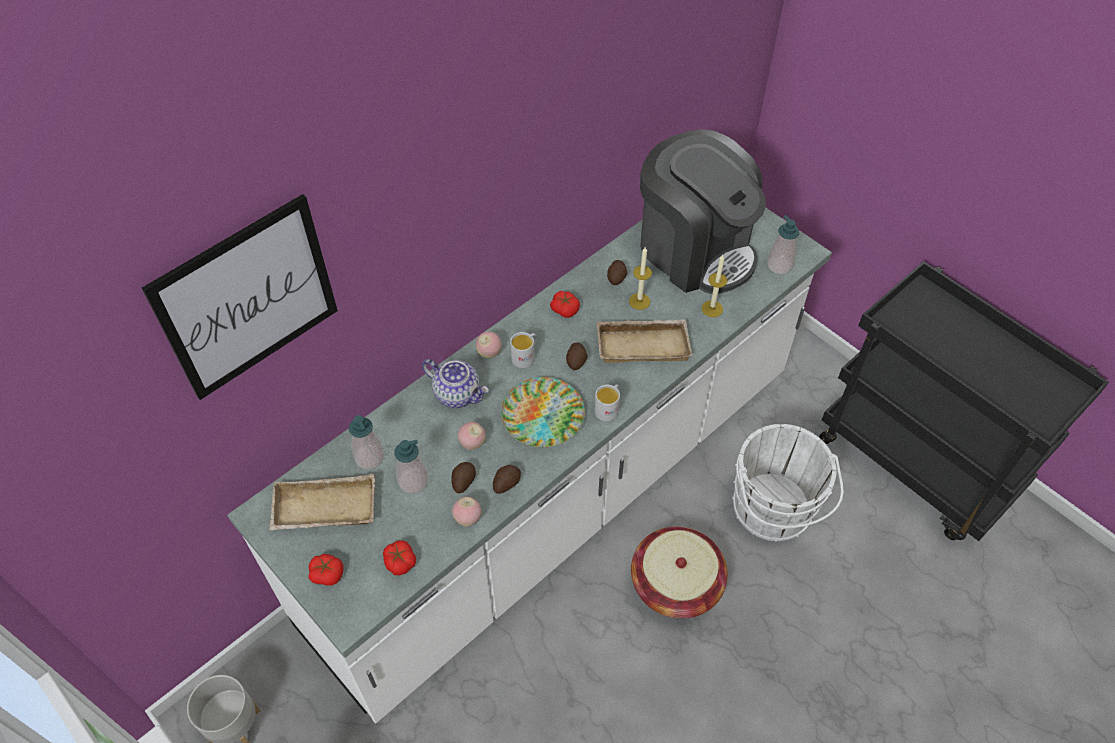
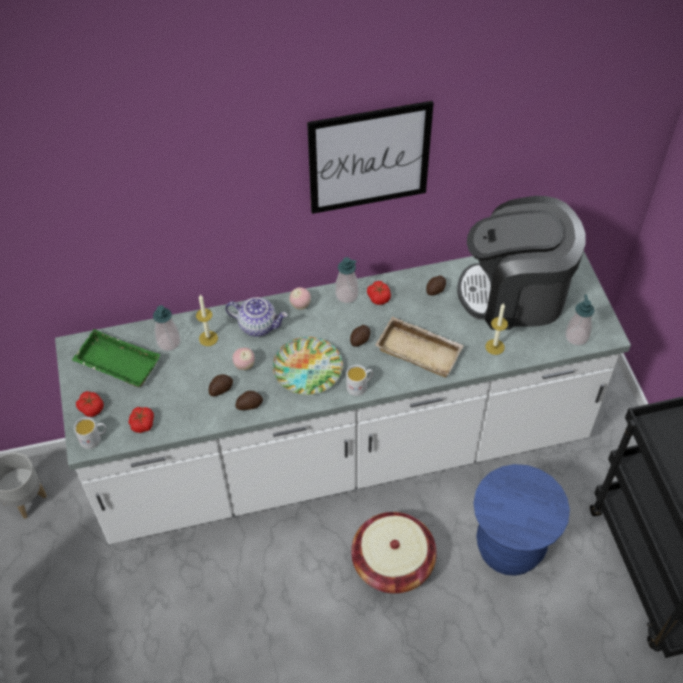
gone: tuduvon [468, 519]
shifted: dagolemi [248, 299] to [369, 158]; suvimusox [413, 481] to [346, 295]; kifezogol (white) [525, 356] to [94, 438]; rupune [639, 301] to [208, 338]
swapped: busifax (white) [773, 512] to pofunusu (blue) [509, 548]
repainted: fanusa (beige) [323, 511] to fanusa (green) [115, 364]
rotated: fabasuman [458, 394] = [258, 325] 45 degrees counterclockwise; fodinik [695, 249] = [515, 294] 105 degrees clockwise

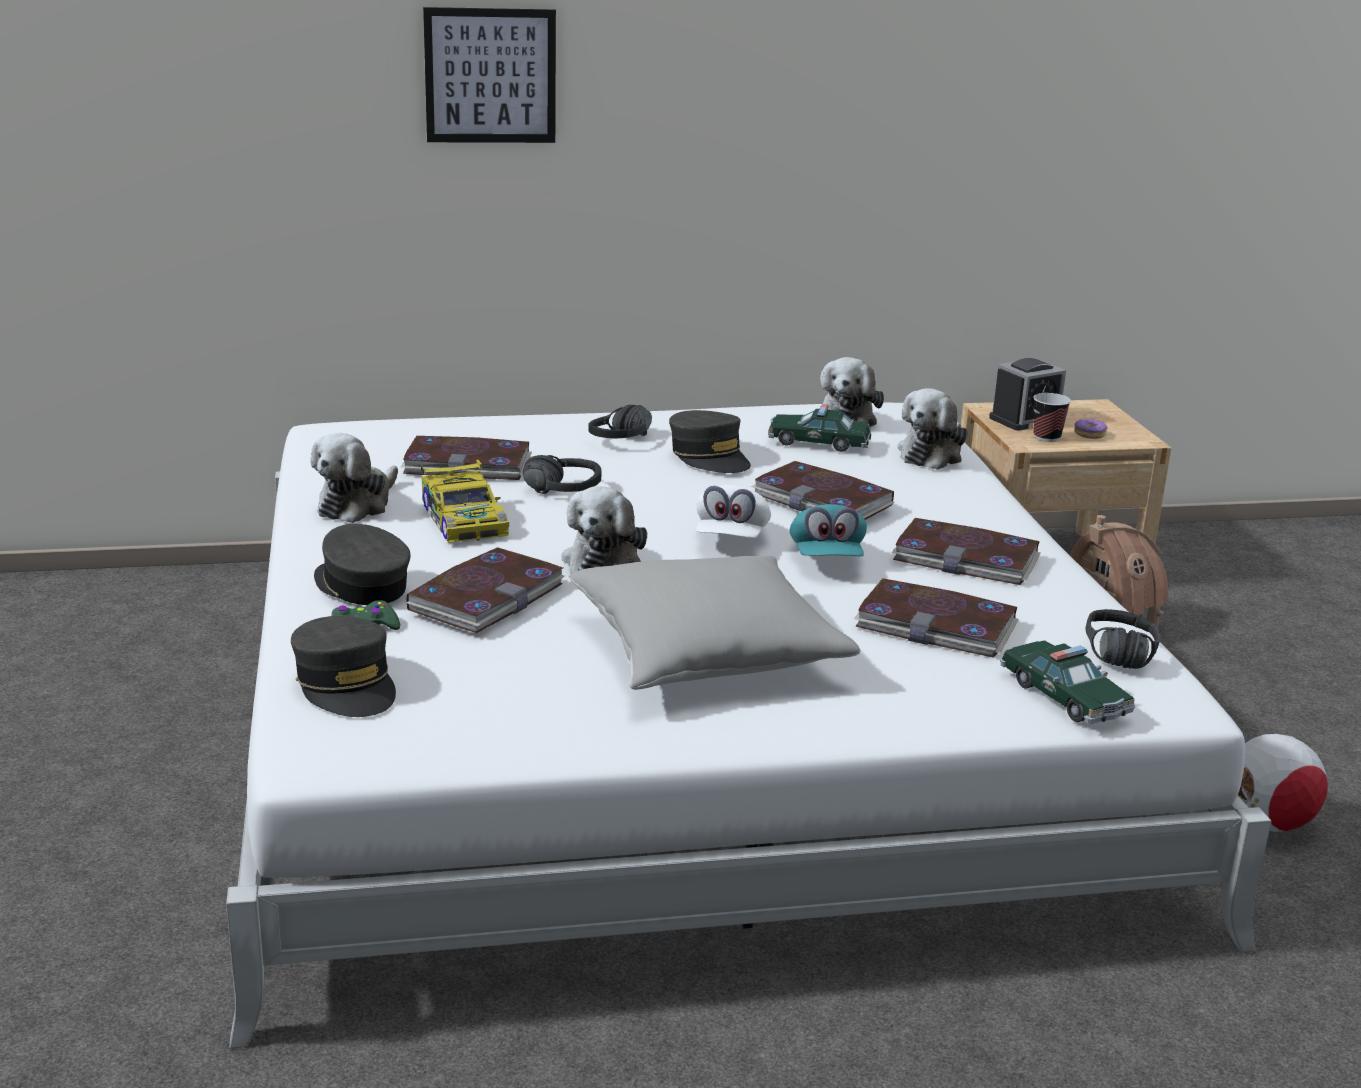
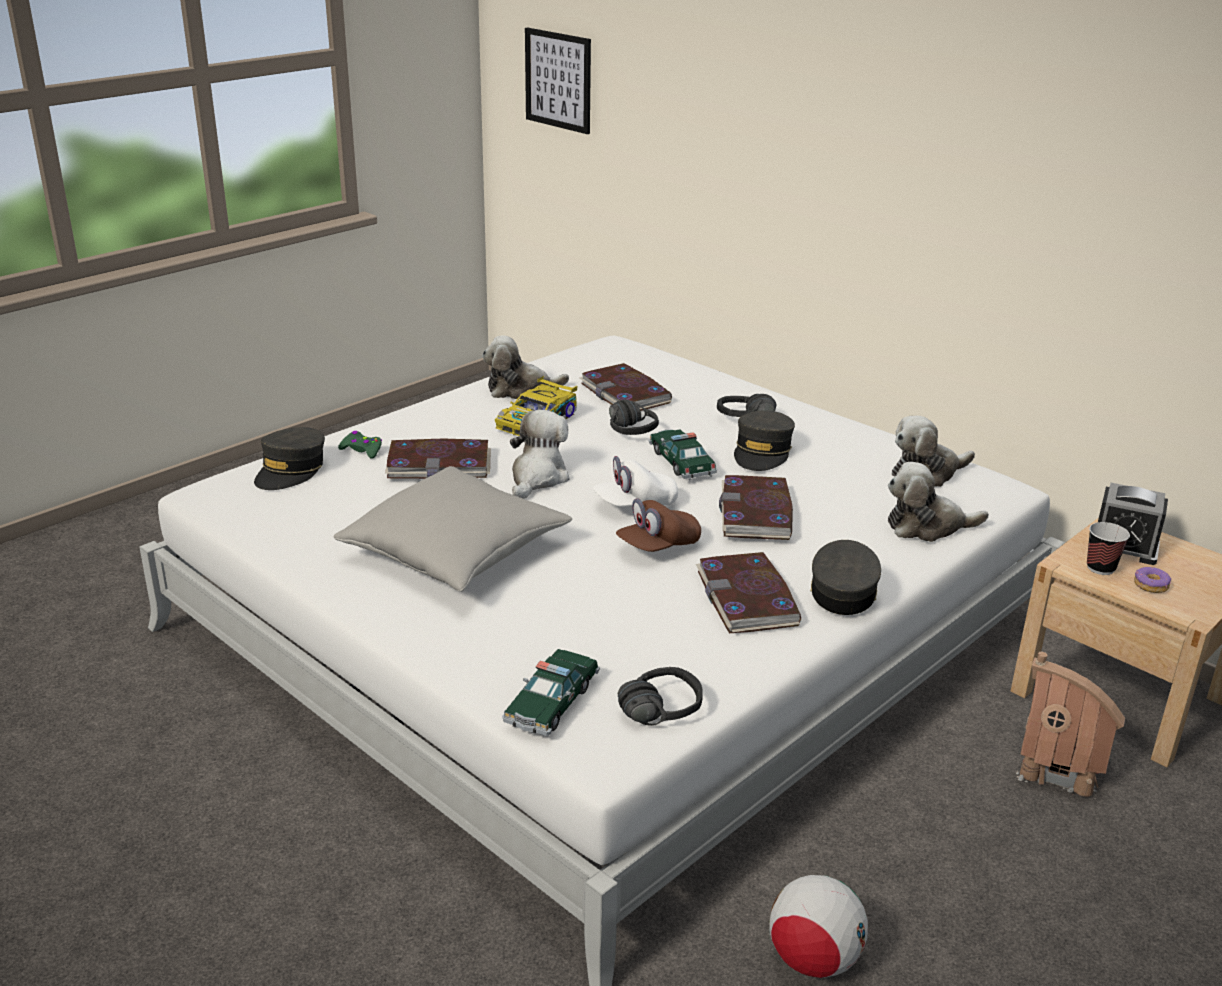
gone: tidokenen [936, 625]
shifted: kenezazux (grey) [361, 585] to [843, 591]; dagolemi [490, 76] to [558, 80]; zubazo [818, 442] to [681, 463]
repainted: kenezazux (turquoise) [826, 558] to kenezazux (brown) [658, 546]
rotated: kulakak [604, 561] = [537, 478] 135 degrees clockwise

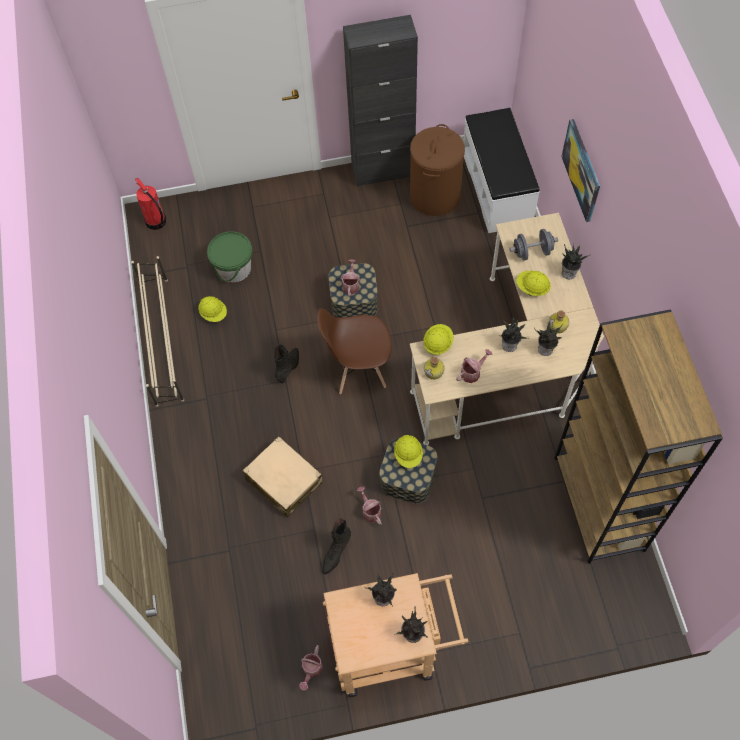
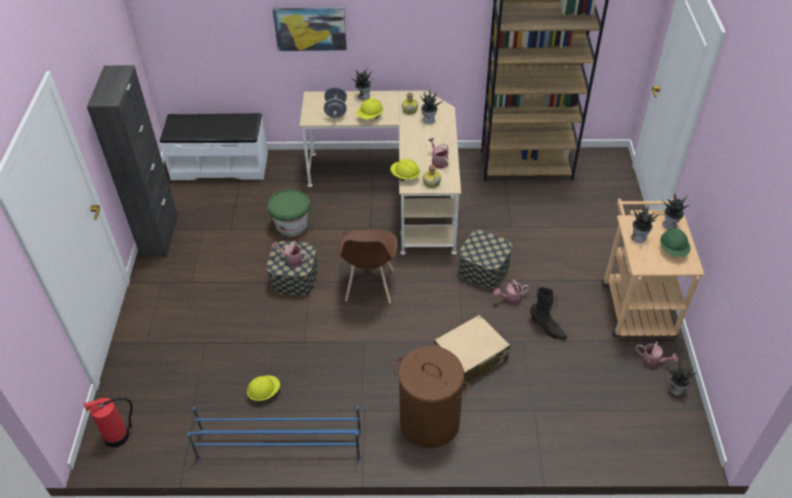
gone: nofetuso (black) [289, 368]; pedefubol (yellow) [408, 455]
new: pedefubol (green) [673, 250]
shifted: busifax (green) [234, 268] to [291, 225]; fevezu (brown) [434, 196] to [429, 422]; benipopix [510, 345] to [675, 389]
repainted: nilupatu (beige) [162, 340] to nilupatu (blue) [279, 445]

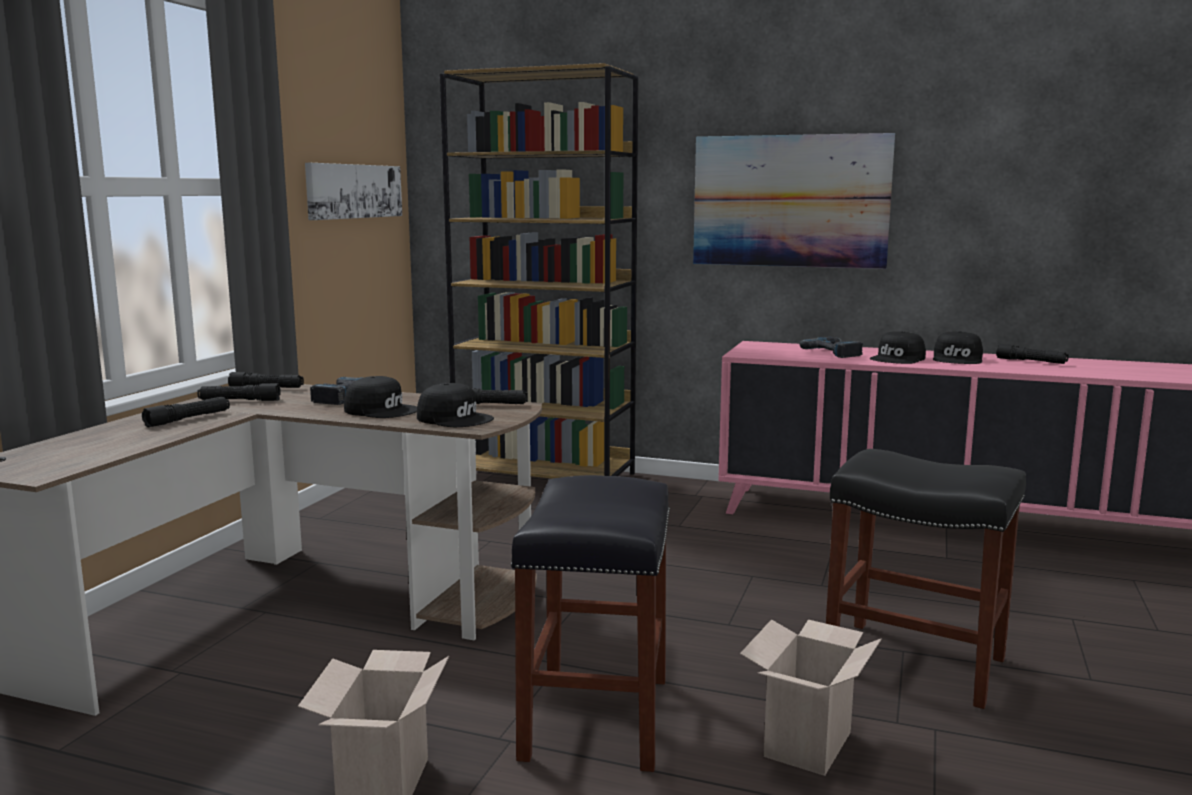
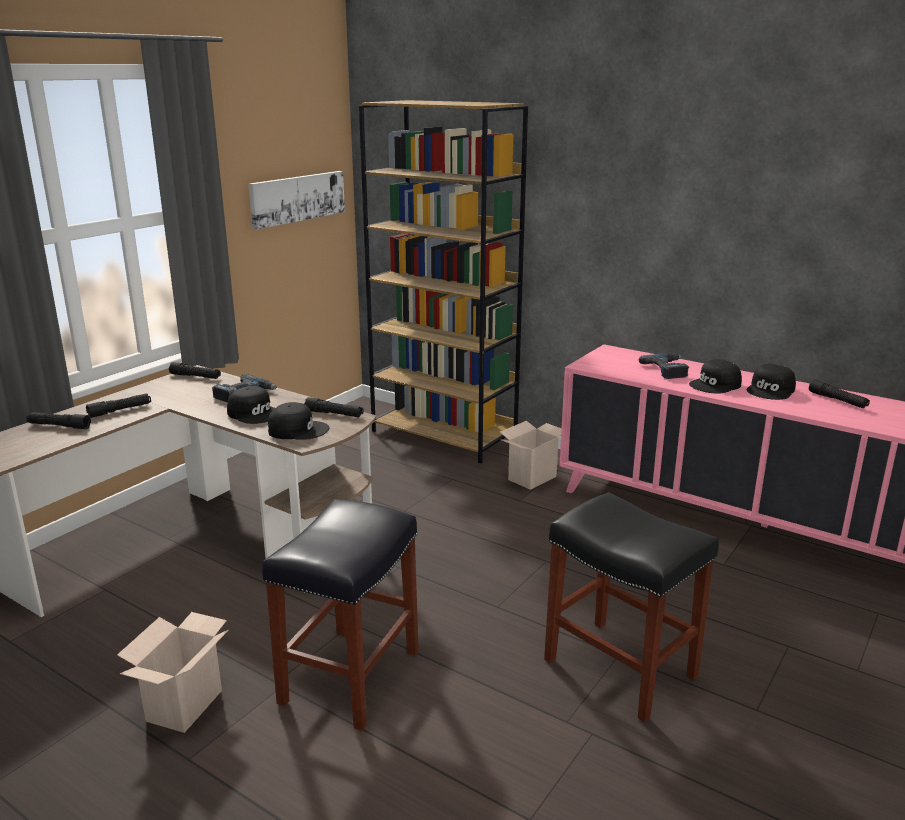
gone: dagolemi [790, 201]
shifted: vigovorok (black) [239, 401] to [59, 426]; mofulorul [806, 742] to [532, 477]
rotated: kenezazux (black) [455, 418] = [298, 430] 45 degrees counterclockwise

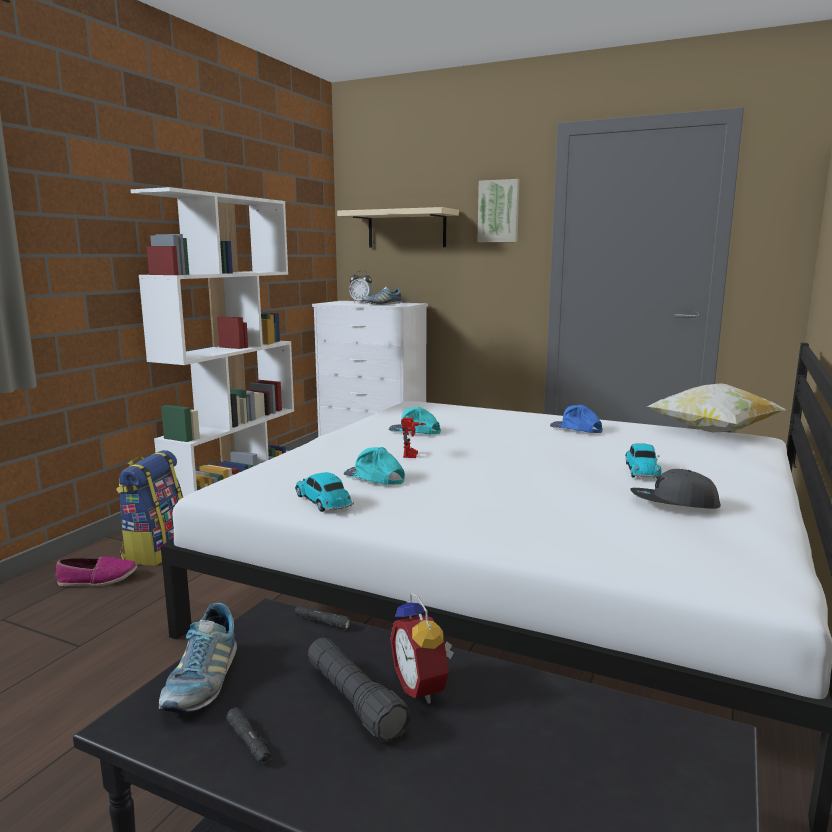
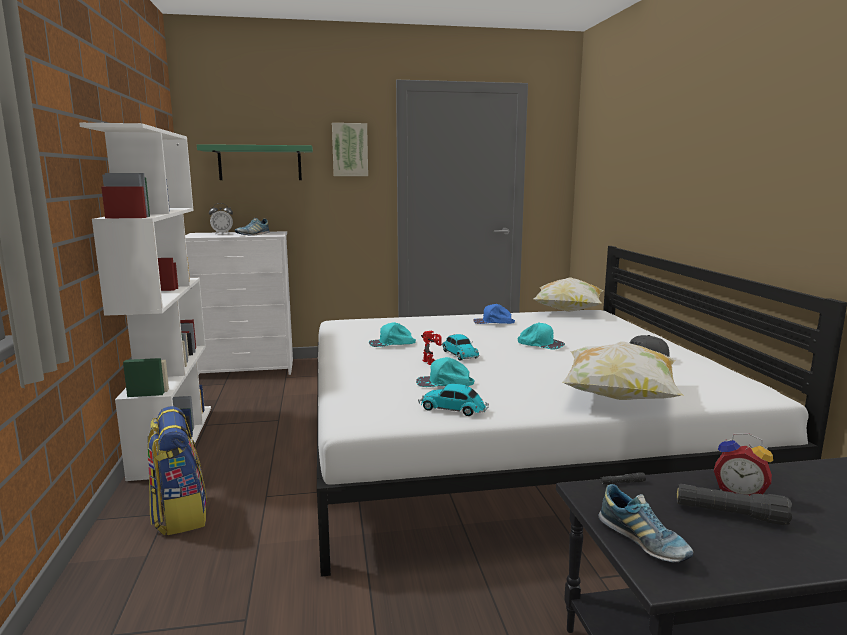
gone: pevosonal [97, 579]; vigovorok (black) [249, 742]
new: kenezazux (turquoise) [540, 343]; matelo [618, 397]
shifted: zubazo [641, 470] to [459, 354]
repainted: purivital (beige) [406, 229] to purivital (green) [260, 163]

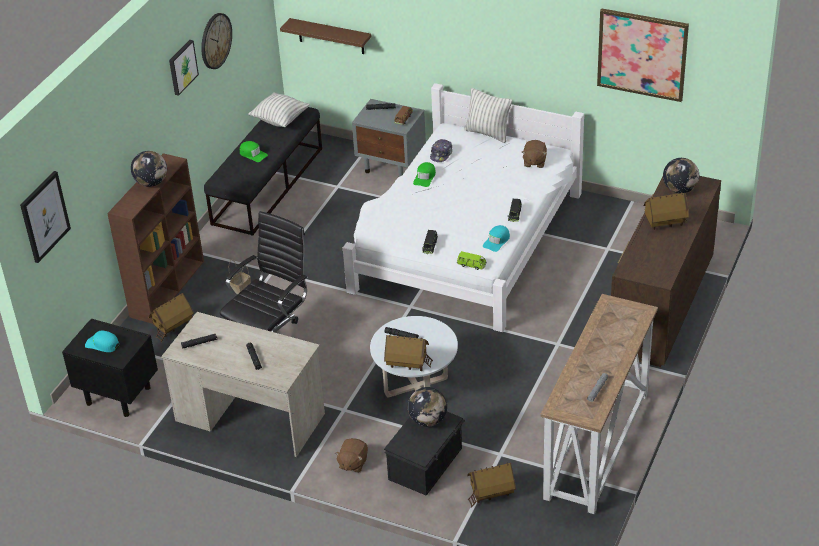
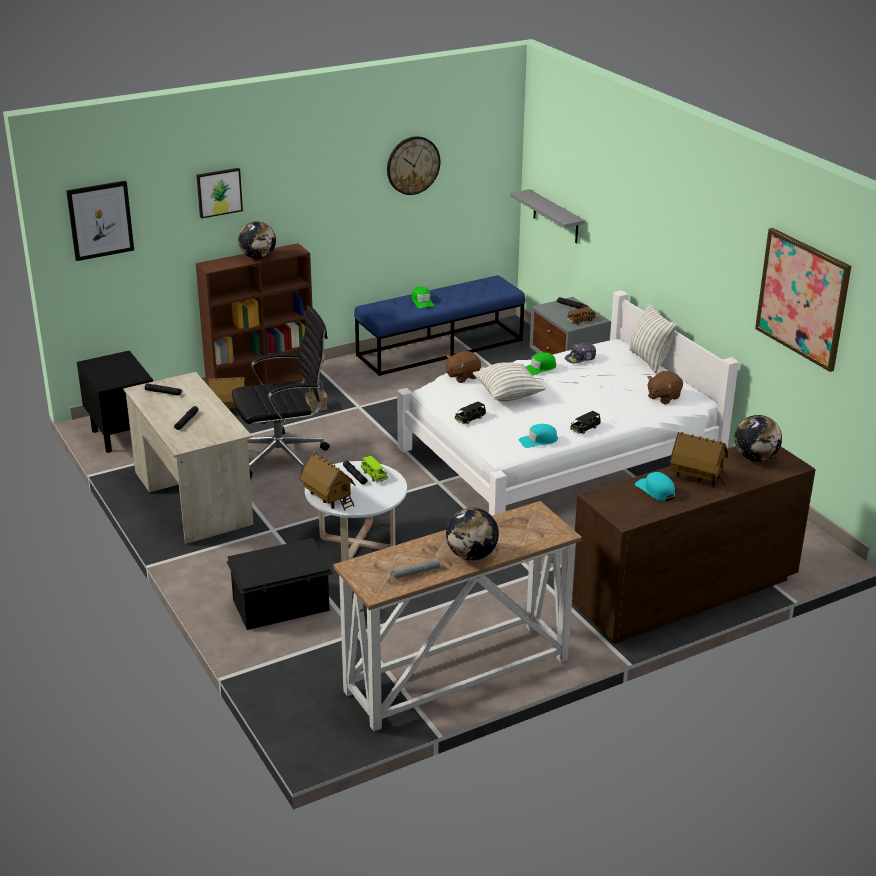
gone: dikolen [491, 494]
shifted: kenezazux (turquoise) [102, 344] to [655, 490]; dagolemi [182, 67] to [219, 192]; matelo [280, 120] to [508, 395]; kulakak (brown) [352, 463] to [462, 376]; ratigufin [428, 420] to [471, 555]; zubazo (green) [471, 265] to [374, 475]
repainted: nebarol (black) [268, 185] to nebarol (blue) [440, 347]; purivital (brown) [331, 36] to purivital (grey) [555, 217]

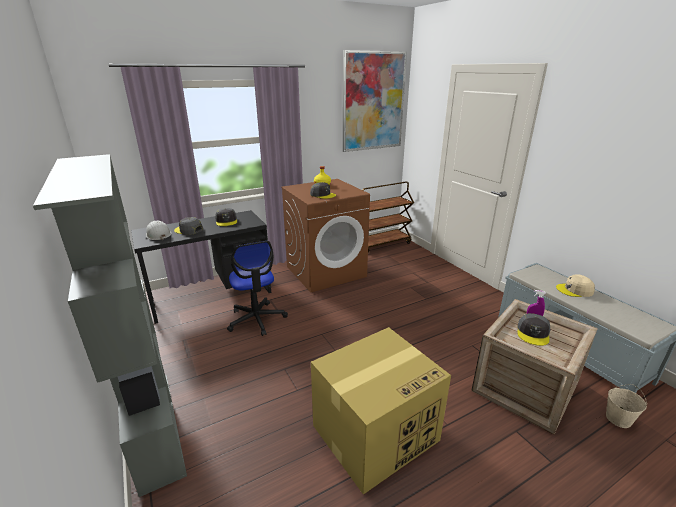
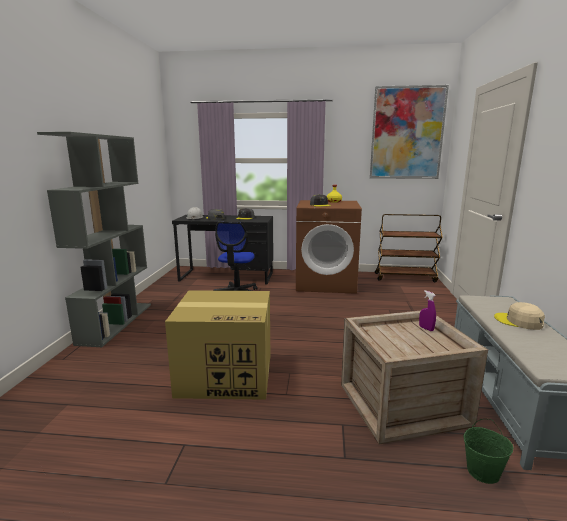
gone: kenezazux (grey) [533, 333]
repainted: busifax (beige) [618, 418] to busifax (green) [483, 471]

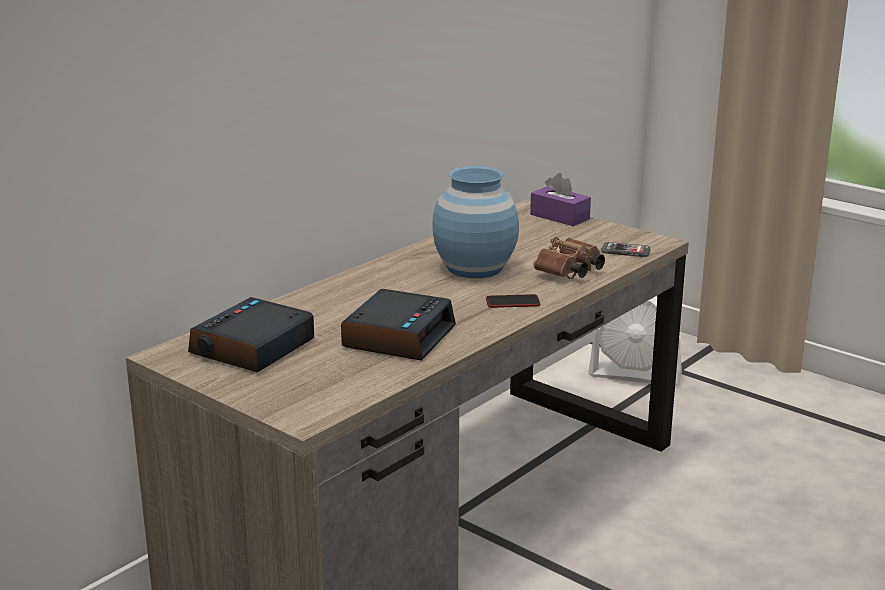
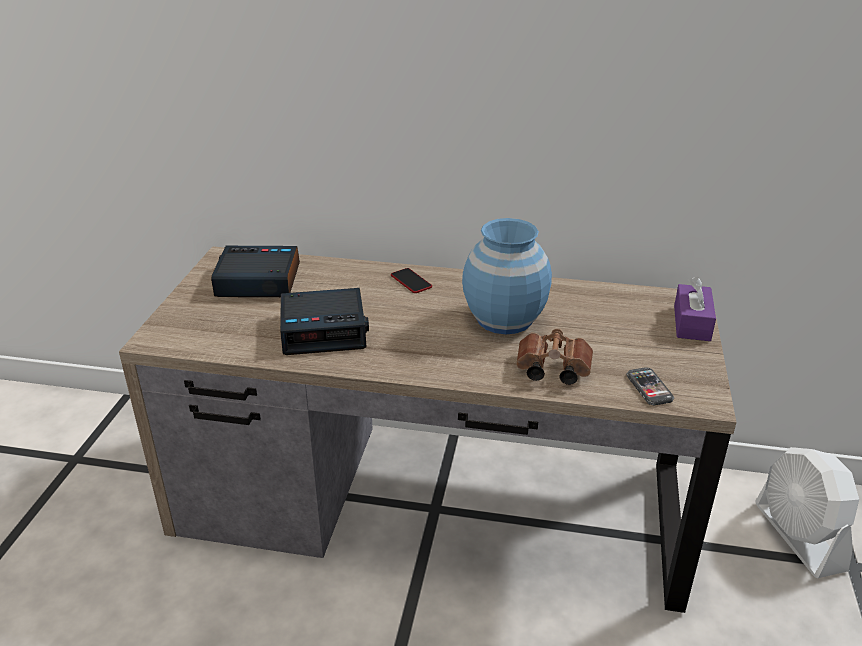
shifted: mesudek [512, 302] to [411, 281]

